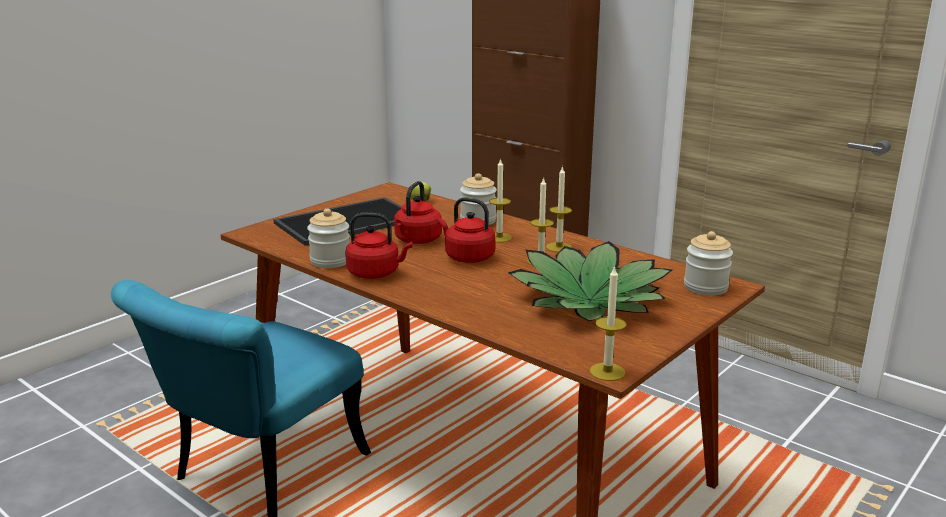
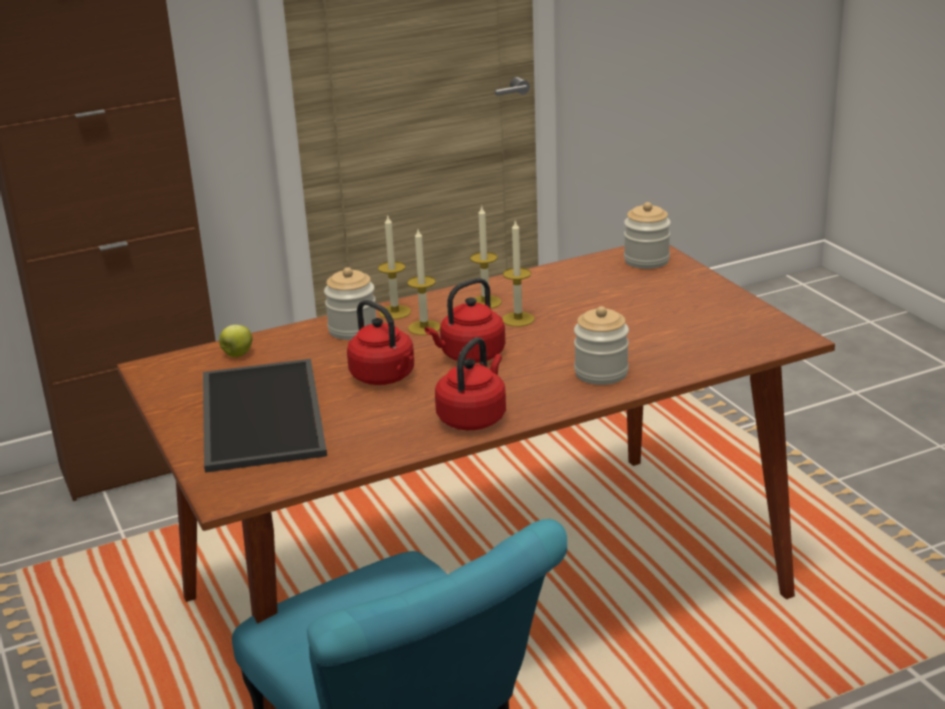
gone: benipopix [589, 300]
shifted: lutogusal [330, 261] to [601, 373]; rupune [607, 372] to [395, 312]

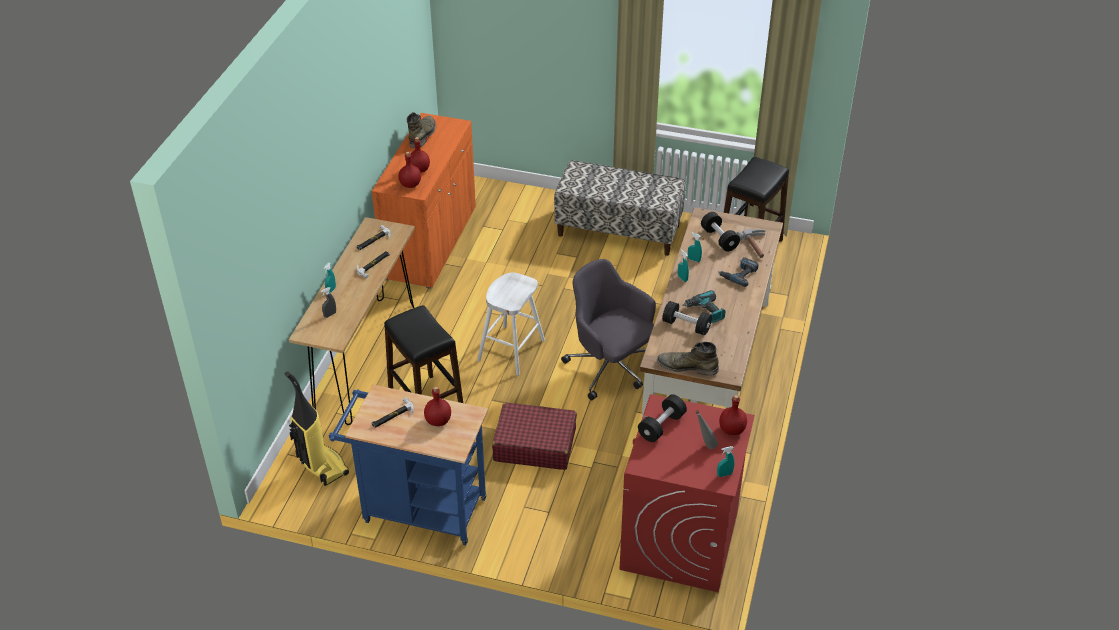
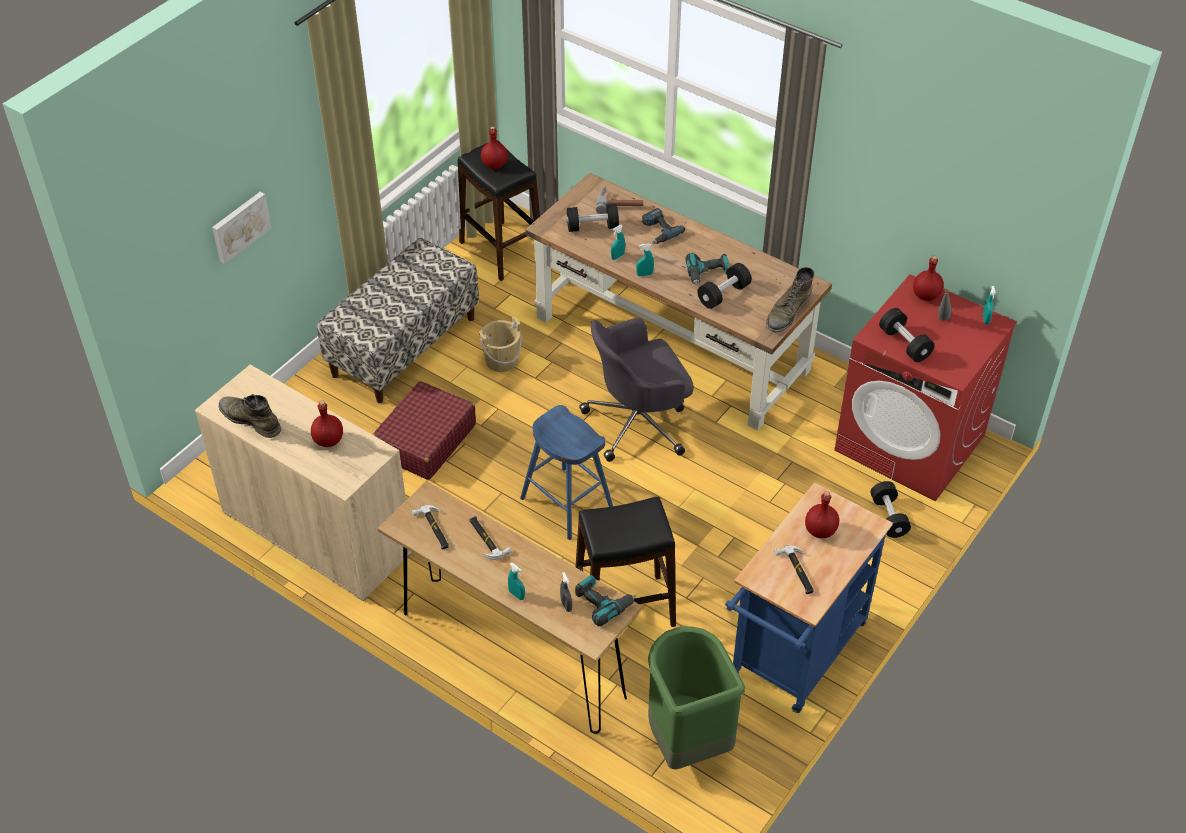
new: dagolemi [240, 226]; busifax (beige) [501, 361]; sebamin [603, 603]; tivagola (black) [888, 517]
shifted: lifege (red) [411, 184] to [494, 164]; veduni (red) [534, 444] to [425, 440]
swapped: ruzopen [321, 466] to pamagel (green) [686, 742]
repainted: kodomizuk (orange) [430, 243] to kodomizuk (beige) [317, 532]; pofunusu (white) [511, 350] to pofunusu (blue) [567, 503]

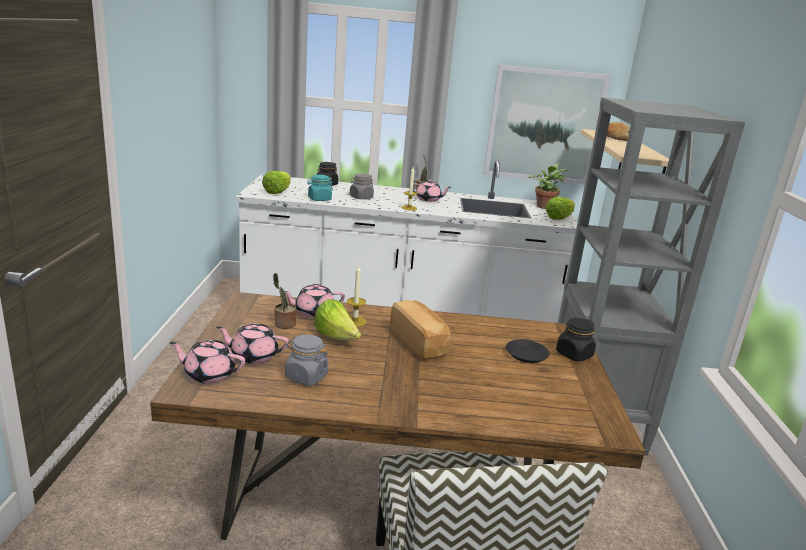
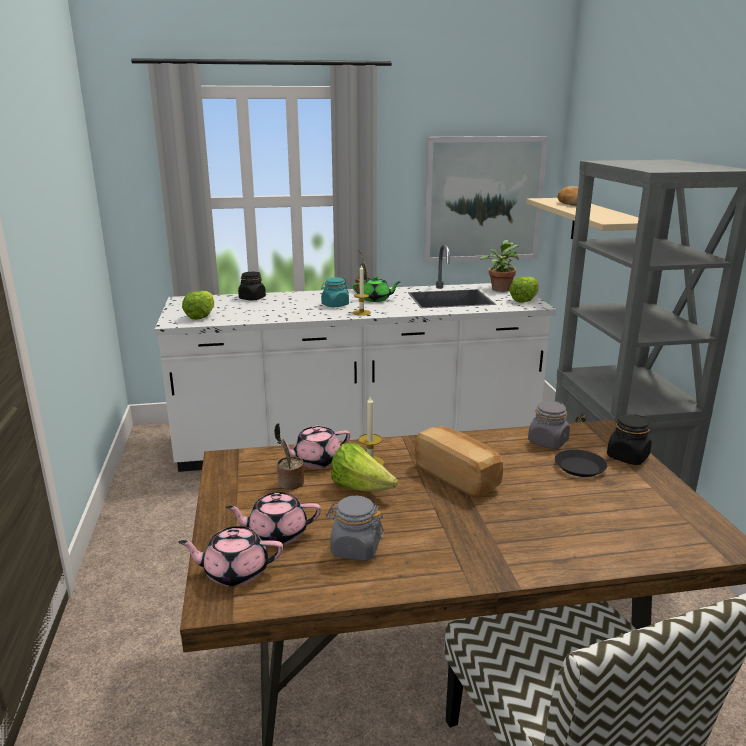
shifted: lutogusal (turquoise) [319, 199] to [335, 305]; lutogusal (grey) [361, 197] to [547, 442]
repainted: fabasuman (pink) [428, 199] to fabasuman (green) [376, 299]

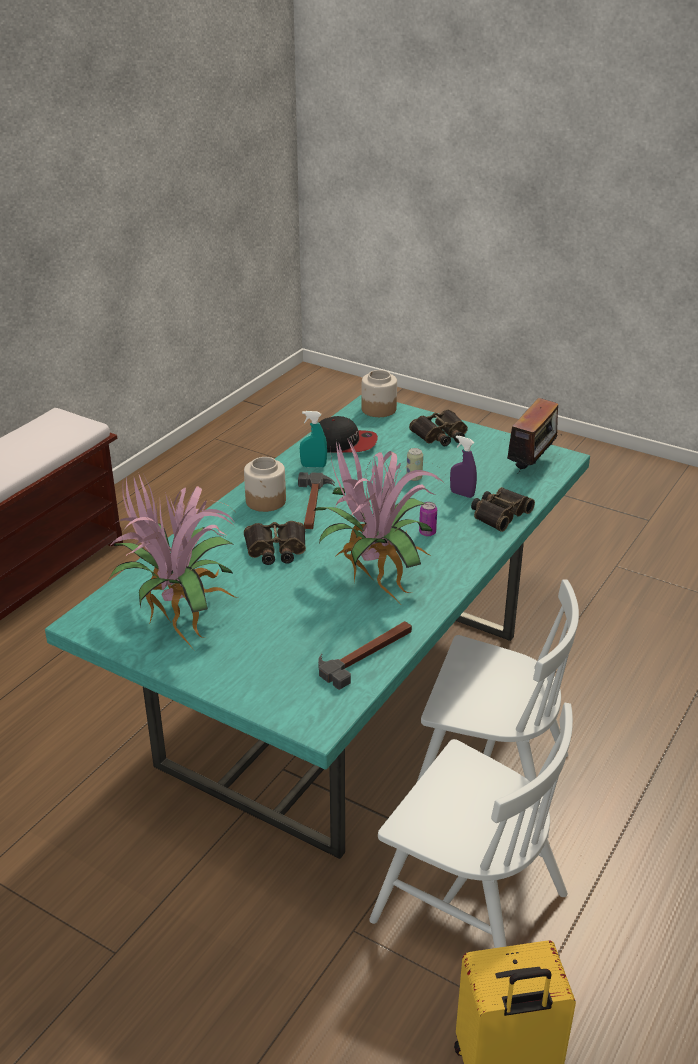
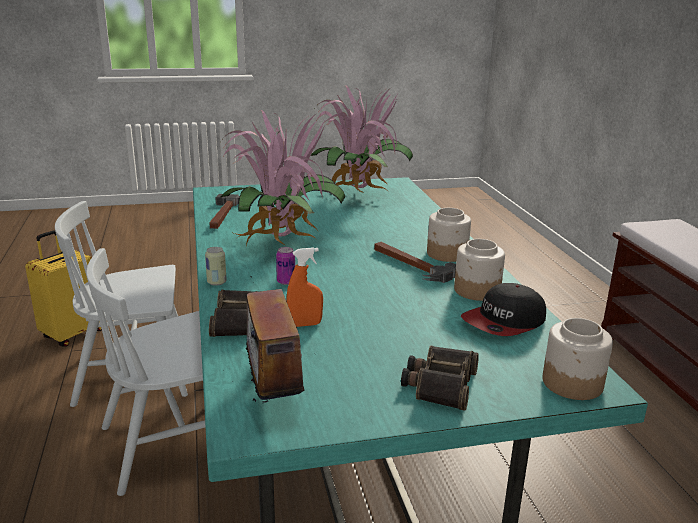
gone: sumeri [275, 549]
shifted: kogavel [414, 477] to [216, 282]
swapped: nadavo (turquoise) [313, 466] to lutogusal [477, 290]
repainted: nadavo (purple) [462, 494] to nadavo (orange) [305, 324]

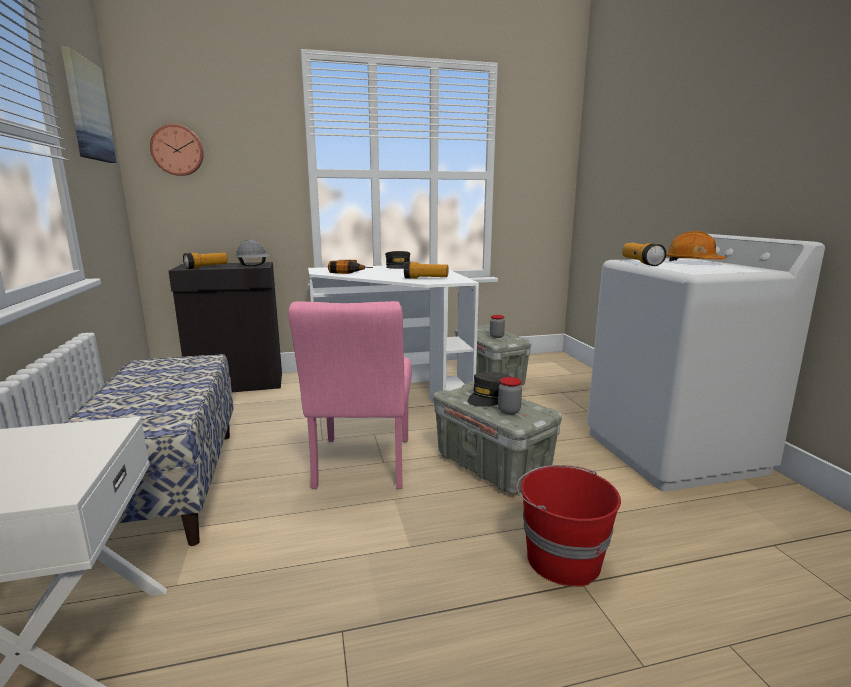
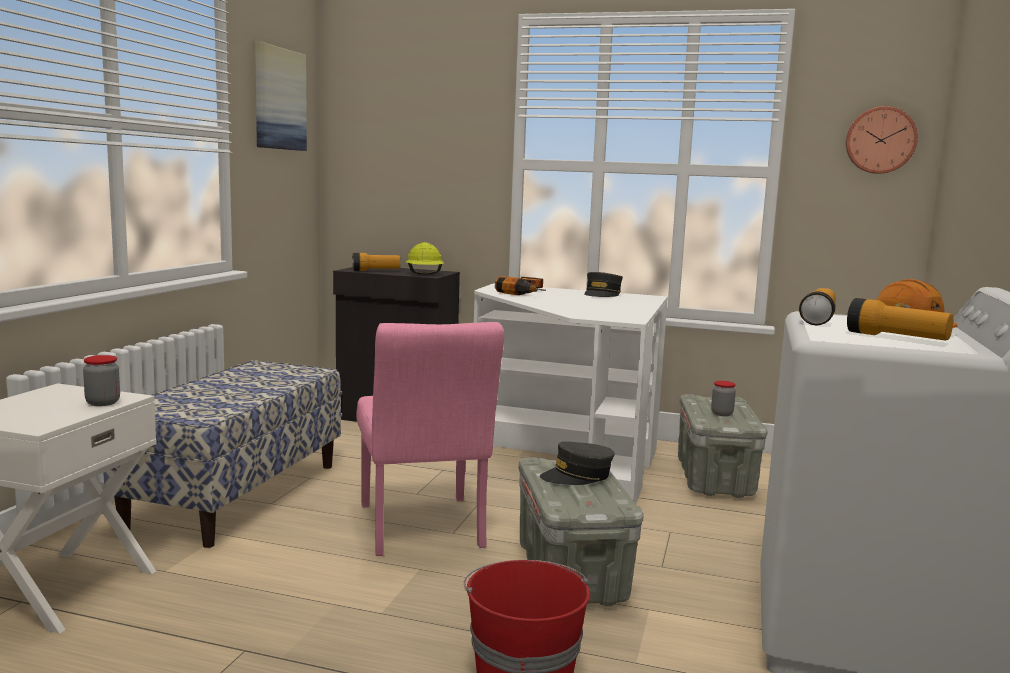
shifted: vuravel [178, 150] to [880, 140]; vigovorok [426, 278] to [896, 338]; lutogusal [509, 411] to [103, 403]
repainted: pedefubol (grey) [253, 266] to pedefubol (yellow) [424, 274]
rotated: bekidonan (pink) [361, 467] = [423, 531] 45 degrees counterclockwise

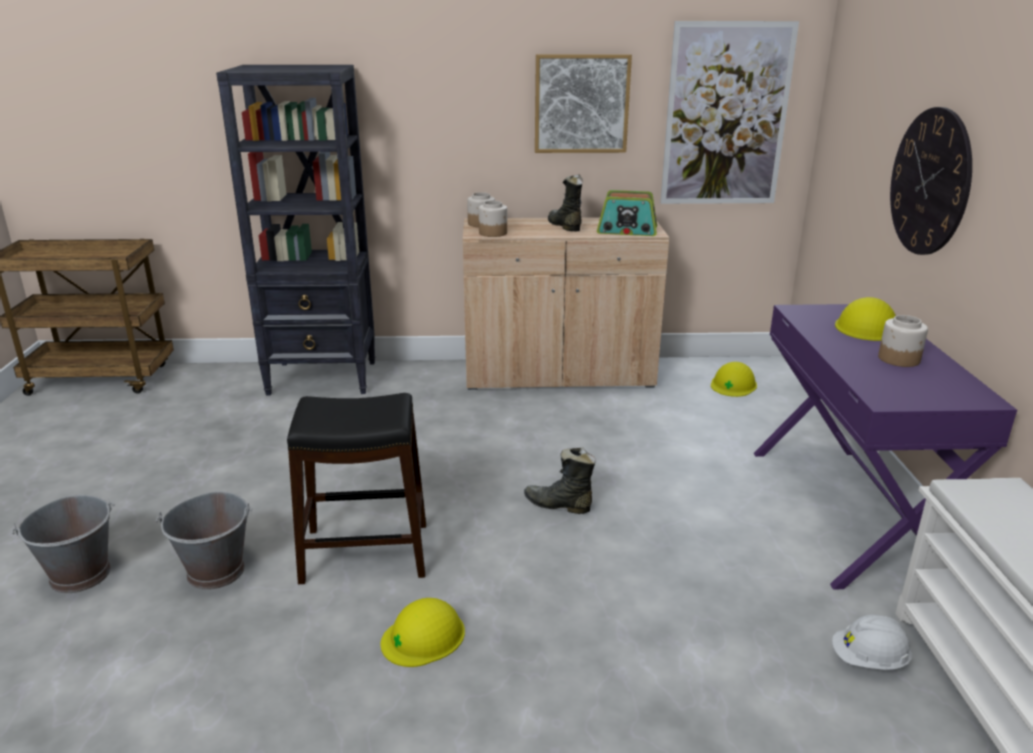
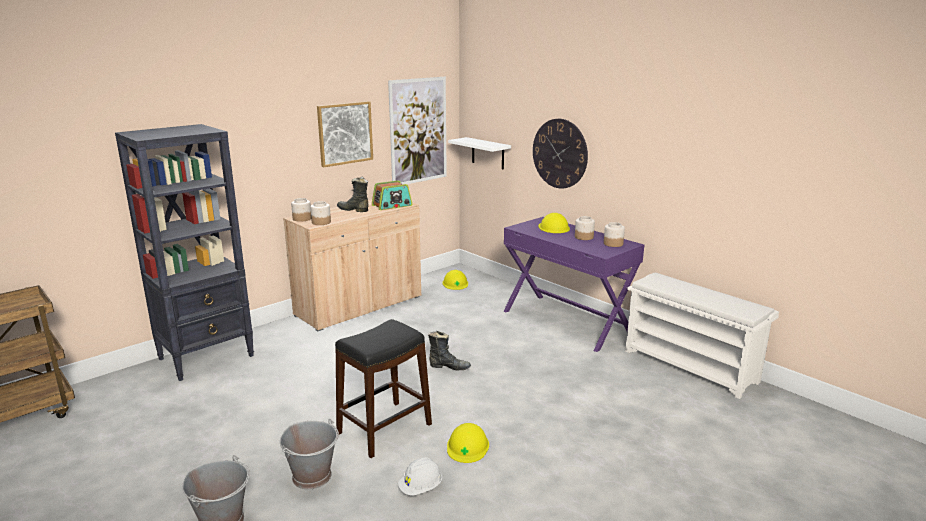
new: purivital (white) [488, 153]; lutogusal [613, 244]
shifted: pedefubol (white) [869, 660] to [421, 488]
rotated: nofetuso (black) [558, 505] = [449, 367] 150 degrees counterclockwise

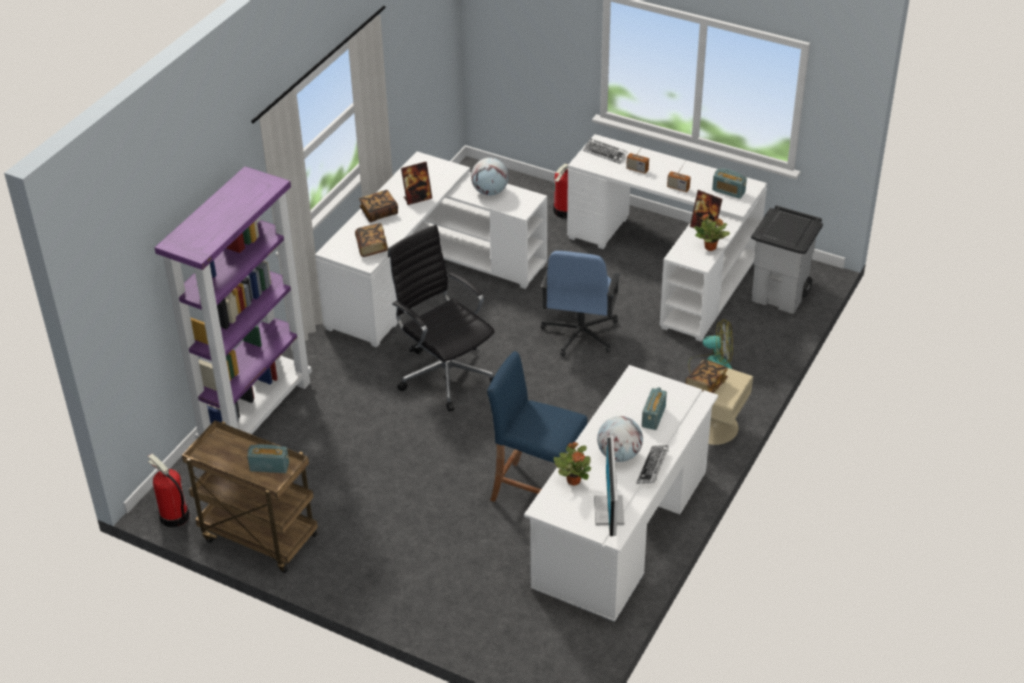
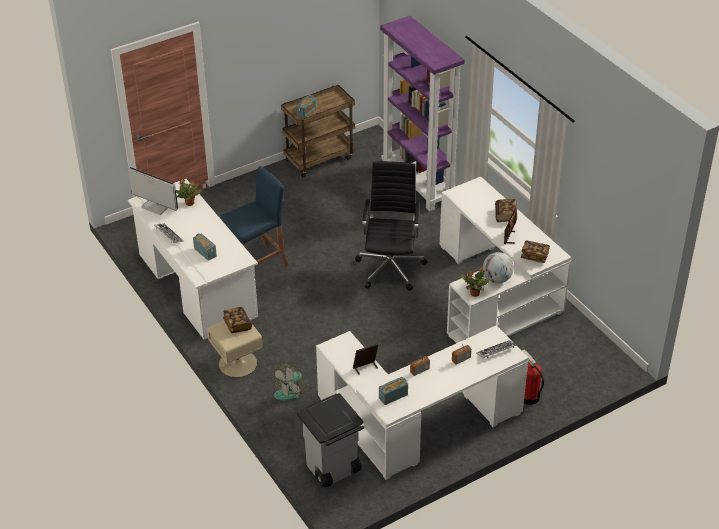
gone: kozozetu [174, 516]; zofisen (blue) [580, 334]; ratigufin [619, 455]
shifted: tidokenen [372, 247] to [534, 256]; benipopix [710, 247] to [474, 293]
rotated: zofisen (black) [445, 374] = [391, 267] 75 degrees counterclockwise

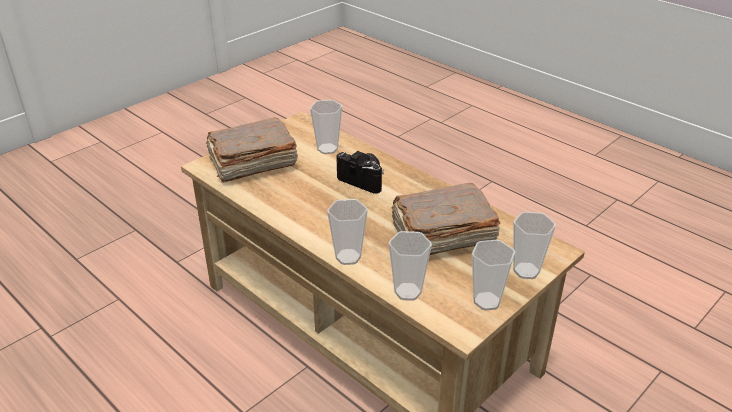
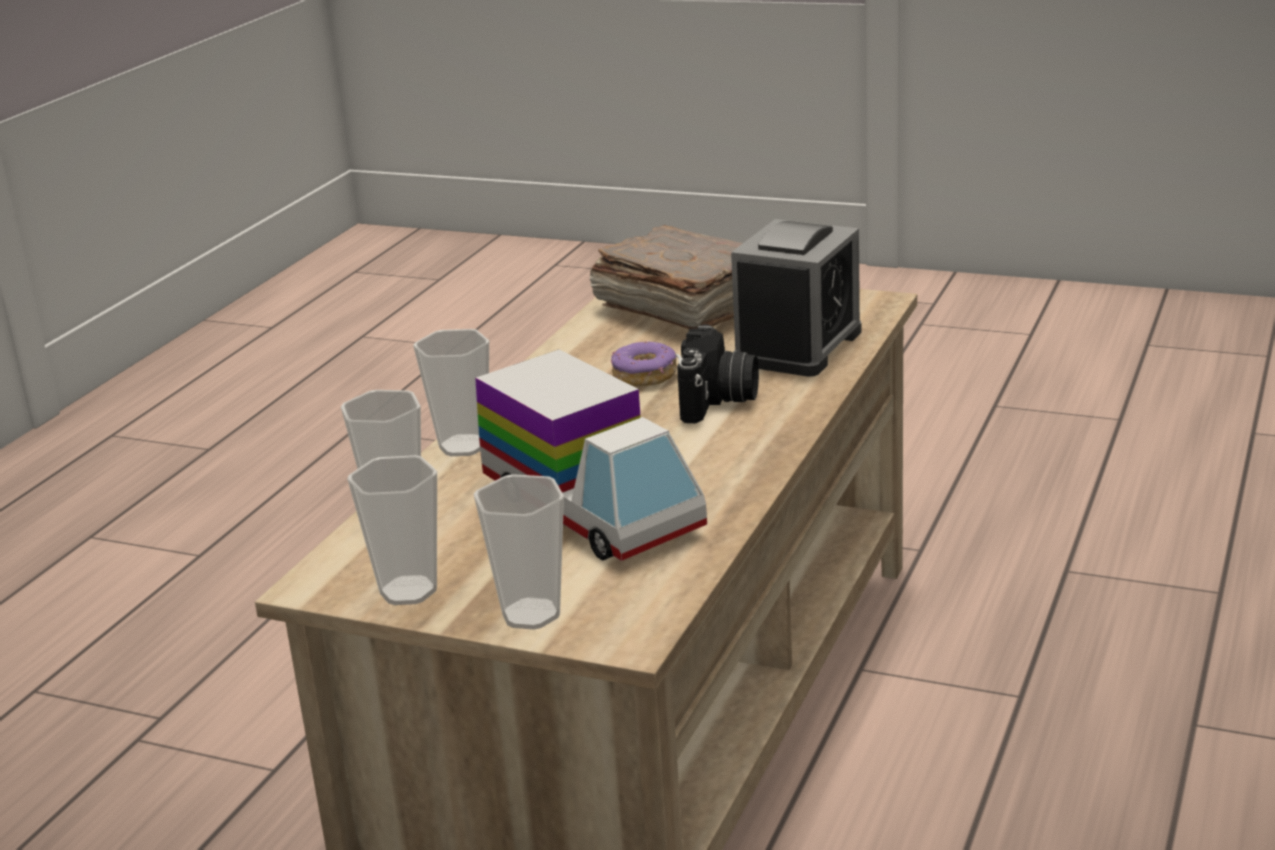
new: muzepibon [645, 376]
swapped: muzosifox [327, 149] to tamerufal [798, 347]; tidokenen (brown) [441, 235] to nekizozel [591, 508]

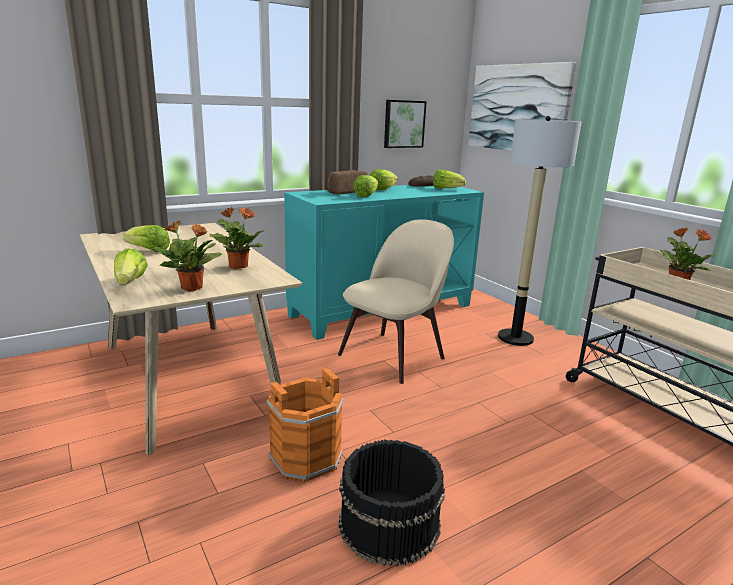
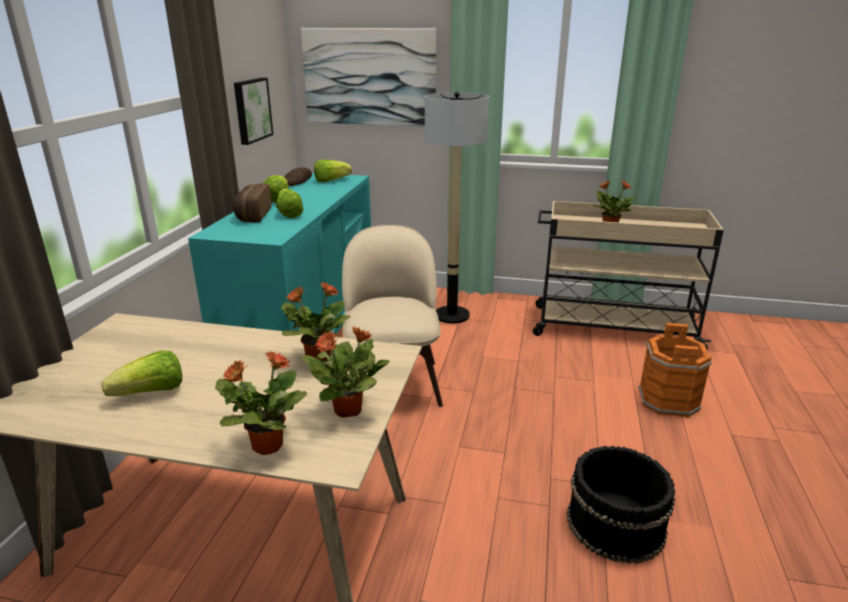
shifted: busifax (orange) [305, 458] to [667, 400]
swapped: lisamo [130, 283] to benipopix [266, 445]

